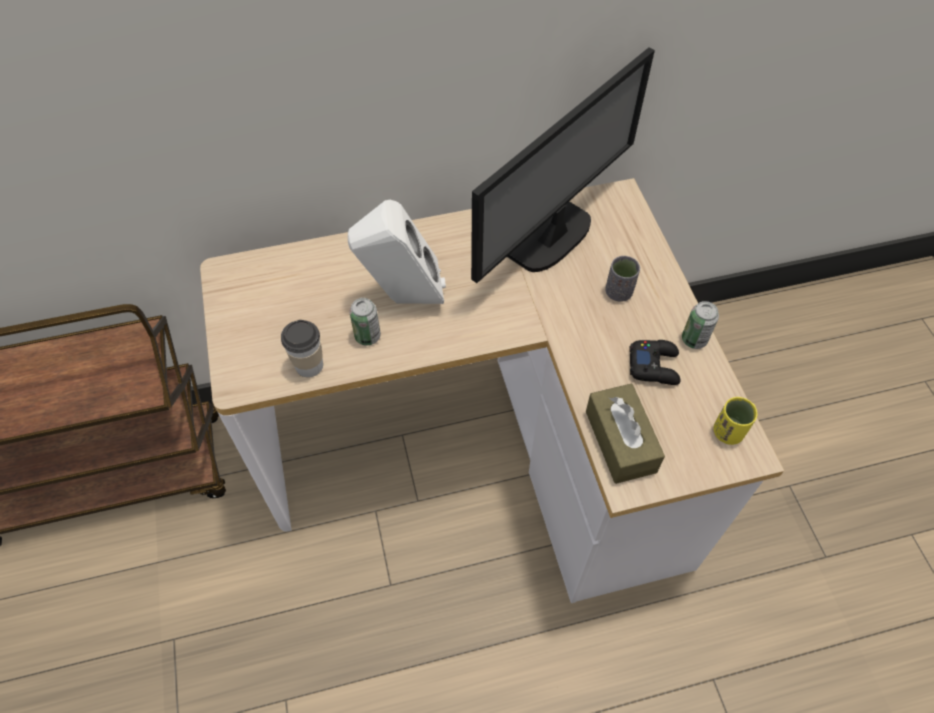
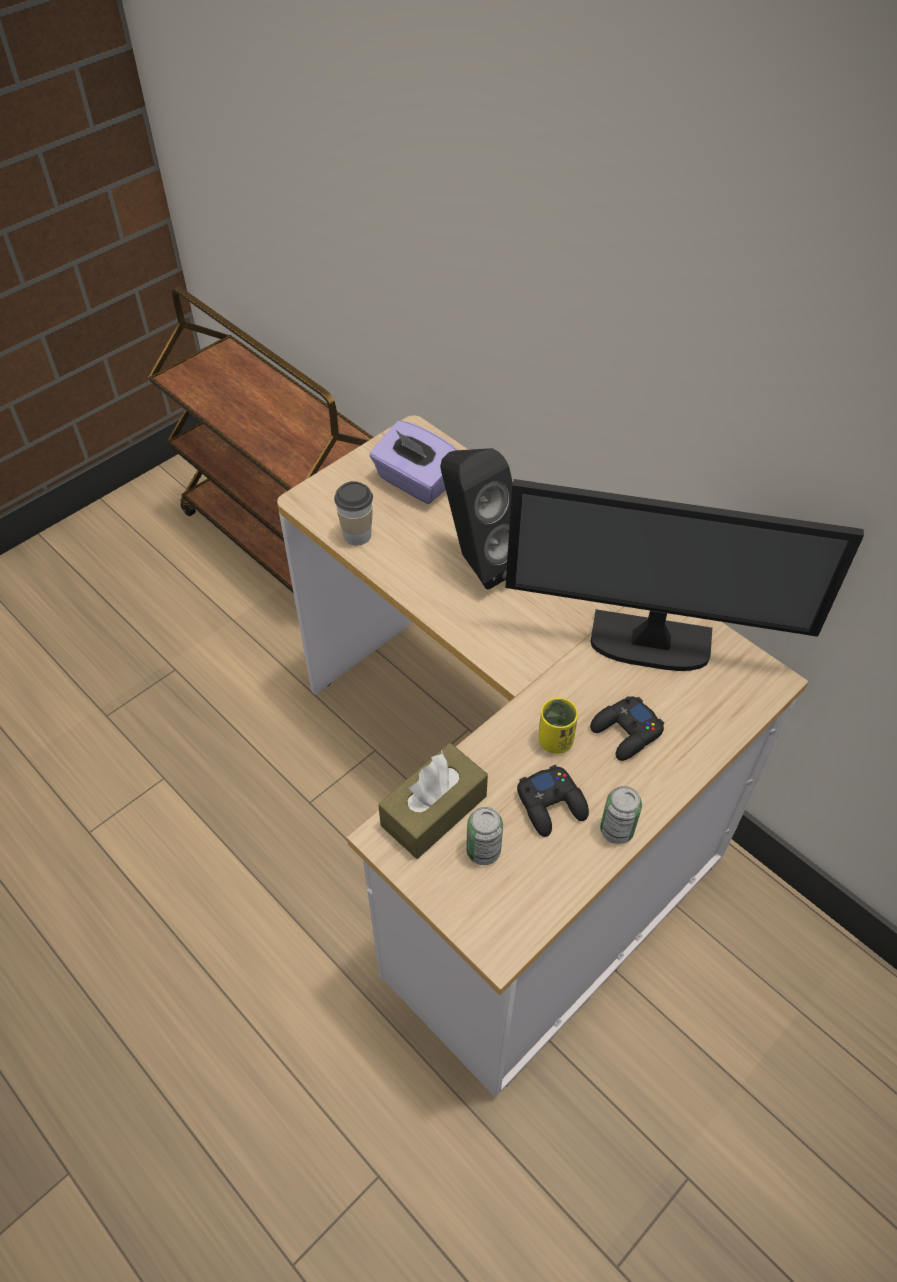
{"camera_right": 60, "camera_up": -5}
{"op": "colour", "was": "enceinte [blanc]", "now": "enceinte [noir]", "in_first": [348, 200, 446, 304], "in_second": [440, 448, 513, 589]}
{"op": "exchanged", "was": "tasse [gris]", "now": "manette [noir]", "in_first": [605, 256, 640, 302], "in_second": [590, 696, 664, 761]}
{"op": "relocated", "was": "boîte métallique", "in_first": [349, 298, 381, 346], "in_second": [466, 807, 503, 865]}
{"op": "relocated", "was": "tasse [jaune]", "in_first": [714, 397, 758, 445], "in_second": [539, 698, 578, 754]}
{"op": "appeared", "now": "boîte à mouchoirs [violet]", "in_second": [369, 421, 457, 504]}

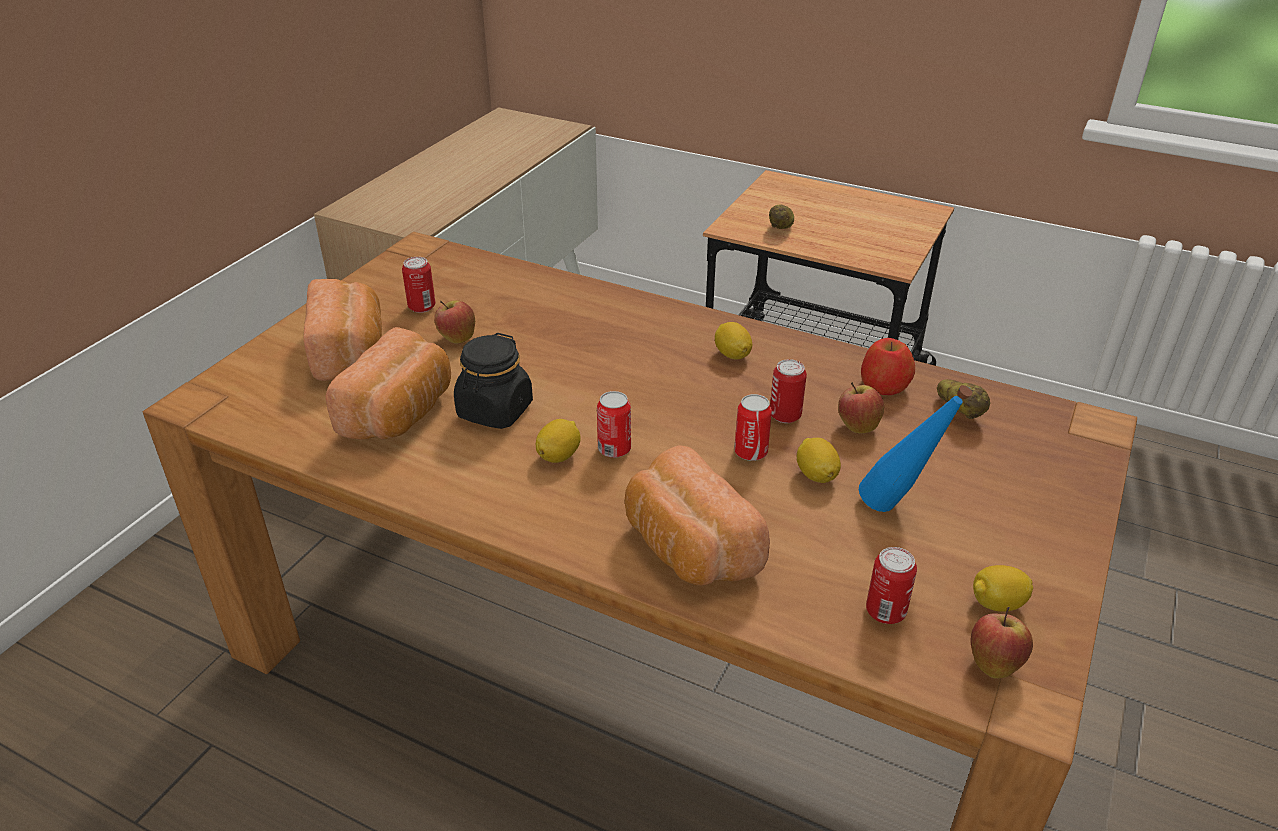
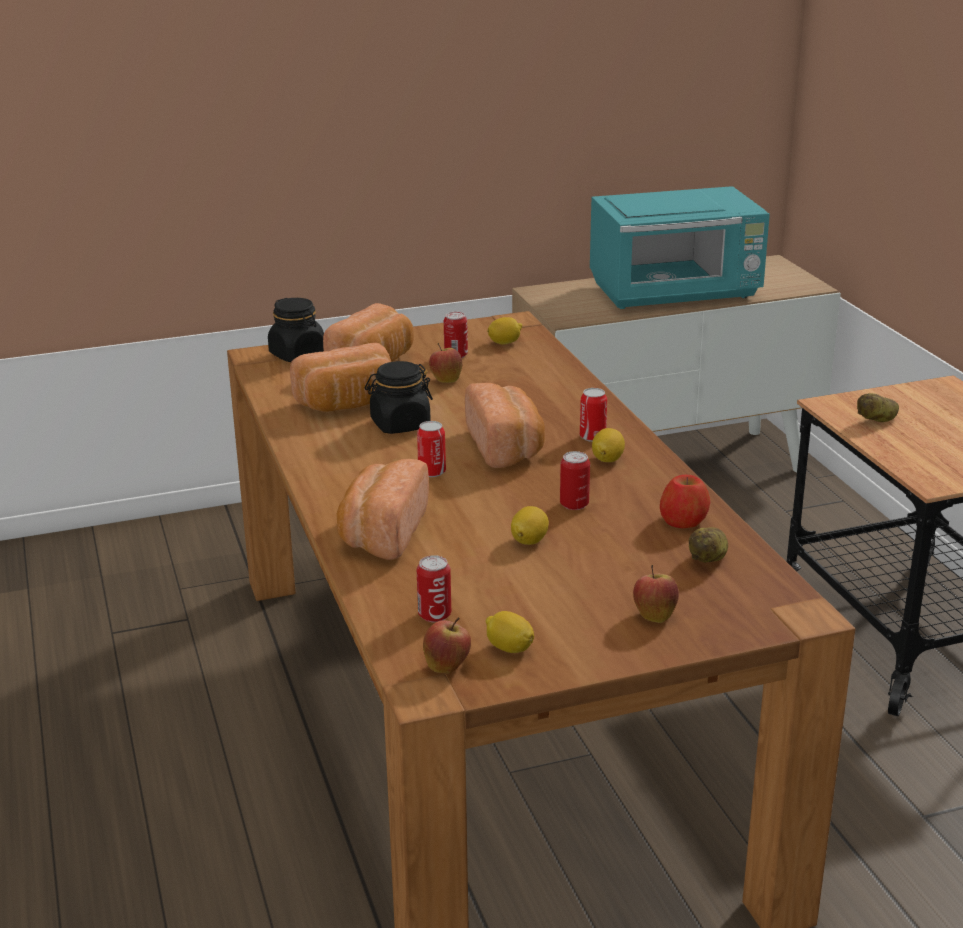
{"camera_right": 45, "camera_up": -10}
{"op": "relocated", "was": "pomme", "in_first": [838, 382, 884, 434], "in_second": [633, 565, 679, 623]}
{"op": "missing", "was": "bouteille [bleu]", "in_first": [859, 385, 972, 512]}
{"op": "relocated", "was": "boîte métallique", "in_first": [734, 394, 772, 461], "in_second": [580, 388, 607, 442]}
{"op": "relocated", "was": "citron", "in_first": [536, 419, 581, 463], "in_second": [487, 317, 522, 344]}
{"op": "appeared", "now": "micro-ondes [turquoise]", "in_second": [590, 186, 770, 309]}
{"op": "appeared", "now": "bocal [noir]", "in_second": [268, 298, 324, 362]}
{"op": "appeared", "now": "pain", "in_second": [465, 383, 545, 468]}

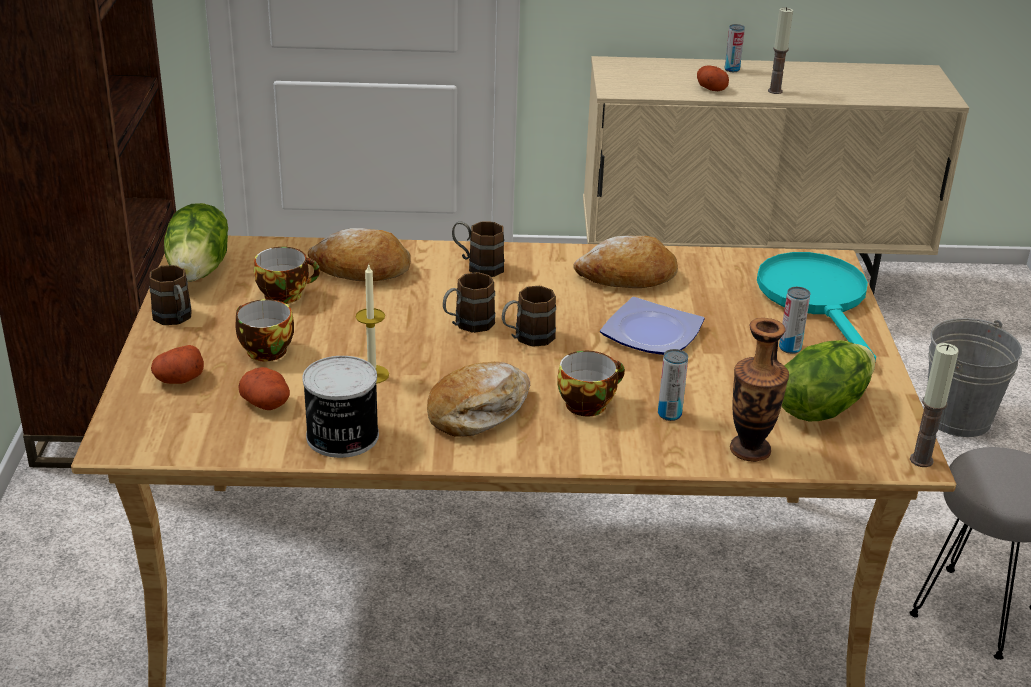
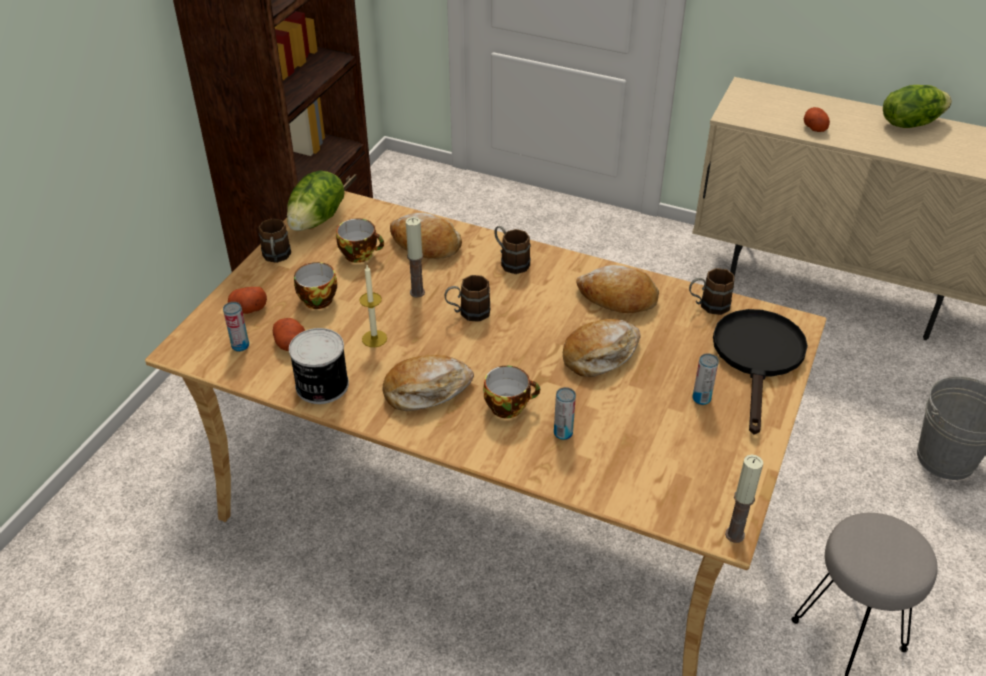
{"camera_right": 25, "camera_up": 10}
{"op": "relocated", "was": "bougie", "in_first": [768, 7, 793, 94], "in_second": [406, 217, 425, 297]}
{"op": "relocated", "was": "boîte métallique", "in_first": [725, 24, 745, 72], "in_second": [223, 302, 249, 352]}
{"op": "colour", "was": "poêle [turquoise]", "now": "poêle [noir]", "in_first": [757, 252, 876, 361], "in_second": [713, 309, 808, 435]}
{"op": "relocated", "was": "mug [marron]", "in_first": [502, 286, 556, 347], "in_second": [689, 268, 735, 315]}
{"op": "exchanged", "was": "assiette", "now": "pain", "in_first": [600, 297, 704, 355], "in_second": [563, 319, 641, 377]}
{"op": "missing", "was": "vase", "in_first": [730, 318, 789, 462]}
{"op": "relocated", "was": "laitue", "in_first": [781, 340, 875, 421], "in_second": [883, 85, 952, 128]}

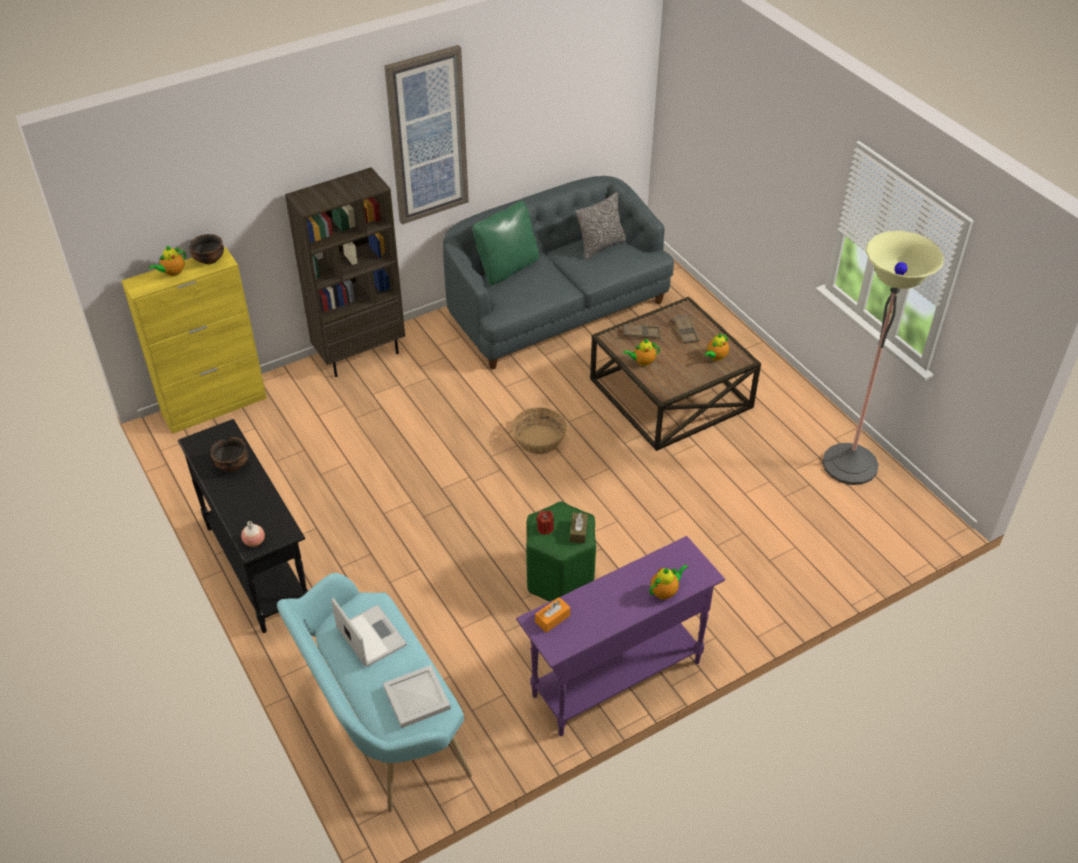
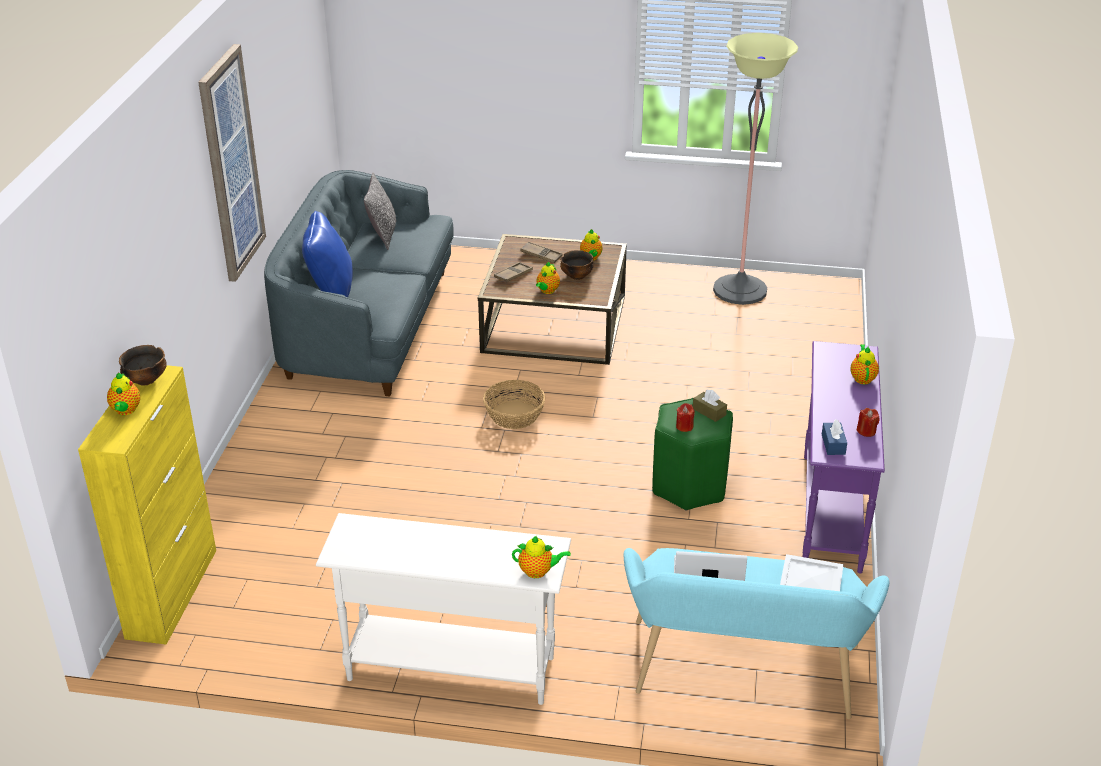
{"camera_right": -50, "camera_up": -10}
{"op": "missing", "was": "bibliothèque [marron]", "in_first": [285, 167, 405, 377]}
{"op": "colour", "was": "coussin [vert]", "now": "coussin [bleu]", "in_first": [473, 201, 539, 286], "in_second": [302, 211, 353, 297]}
{"op": "colour", "was": "table console [noir]", "now": "table console [blanc]", "in_first": [178, 419, 308, 633], "in_second": [316, 513, 571, 705]}
{"op": "relocated", "was": "bol", "in_first": [210, 437, 249, 471], "in_second": [560, 250, 594, 280]}
{"op": "exchanged", "was": "vase", "now": "théière", "in_first": [241, 521, 265, 547], "in_second": [512, 536, 571, 578]}
{"op": "colour", "was": "boîte à mouchoirs [orange]", "now": "boîte à mouchoirs [bleu]", "in_first": [535, 597, 570, 633], "in_second": [822, 420, 847, 455]}
{"op": "appeared", "now": "bougie [rouge]", "in_second": [857, 408, 880, 437]}

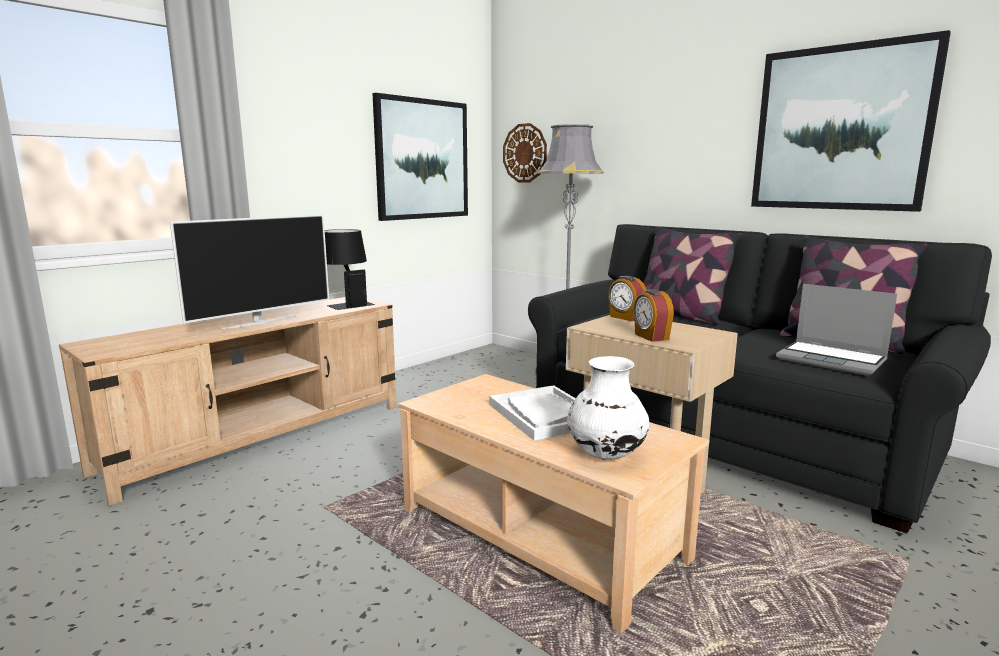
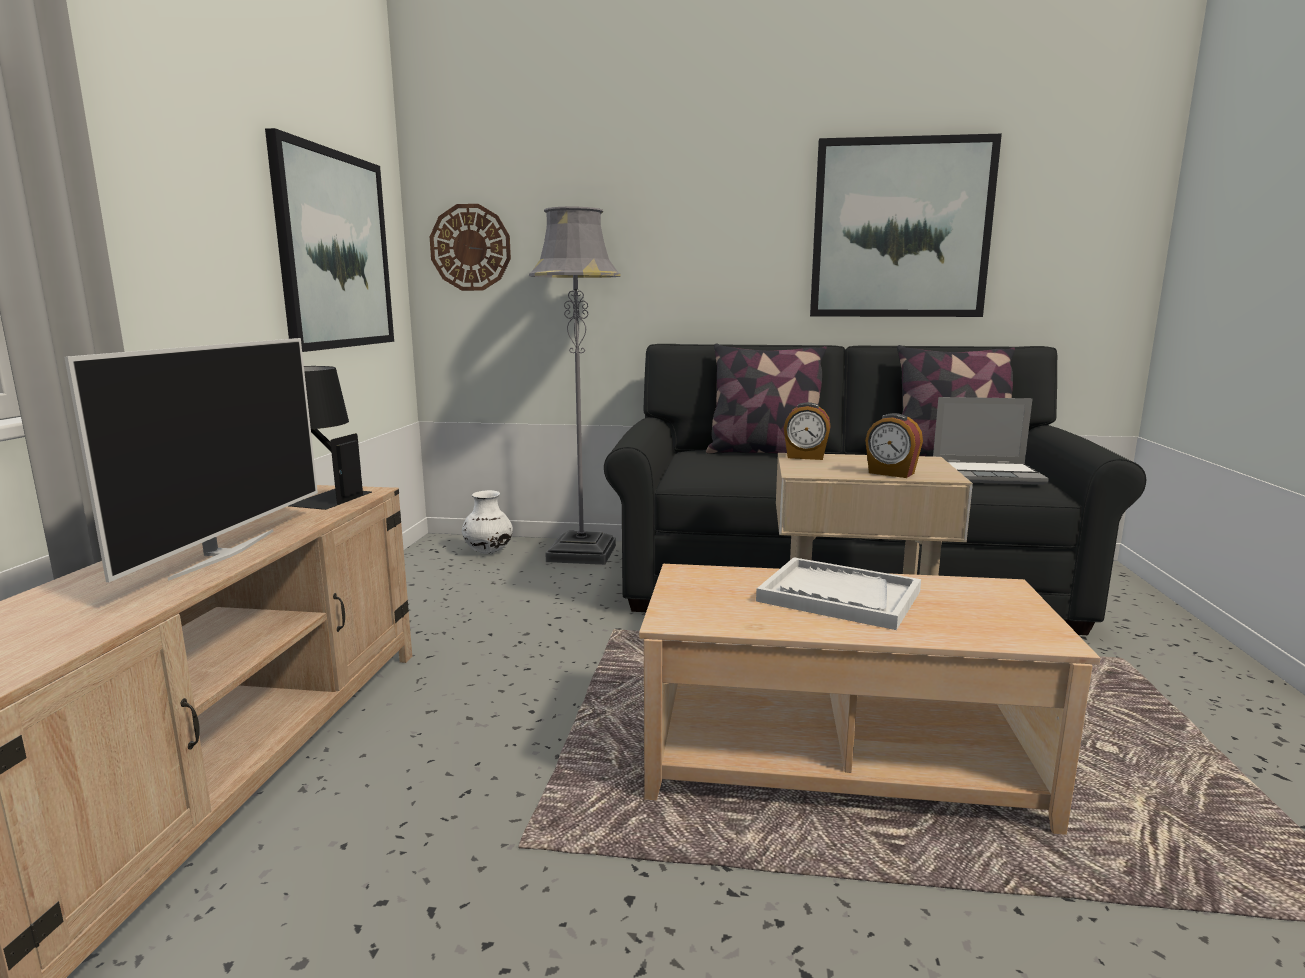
{"camera_right": -35, "camera_up": 0}
{"op": "relocated", "was": "vase [blanc]", "in_first": [567, 356, 649, 460], "in_second": [462, 490, 513, 554]}

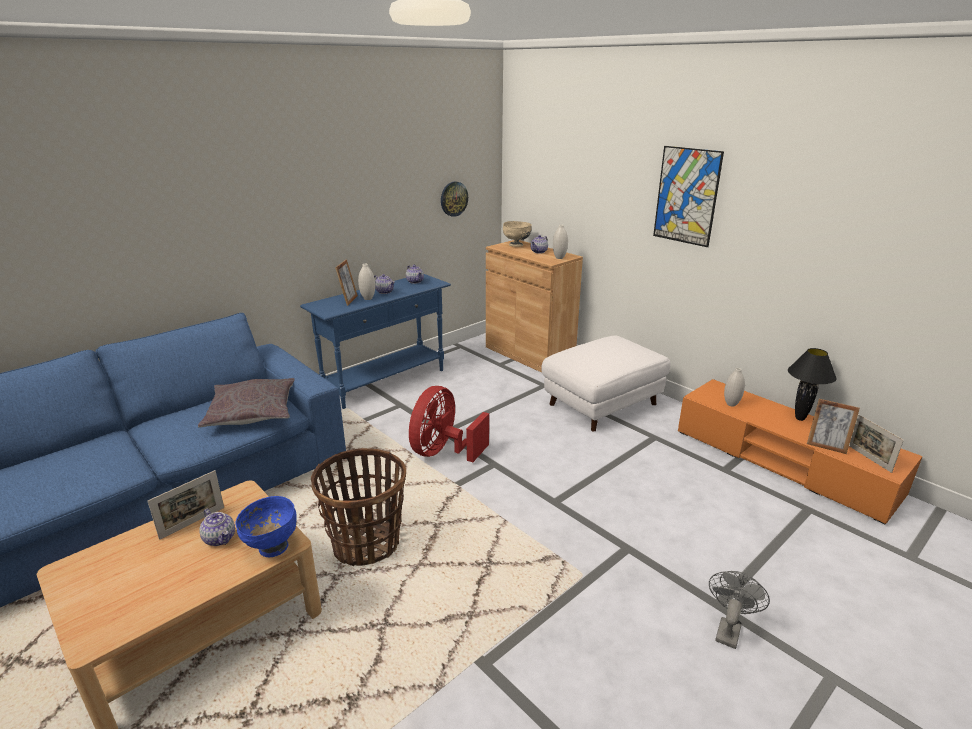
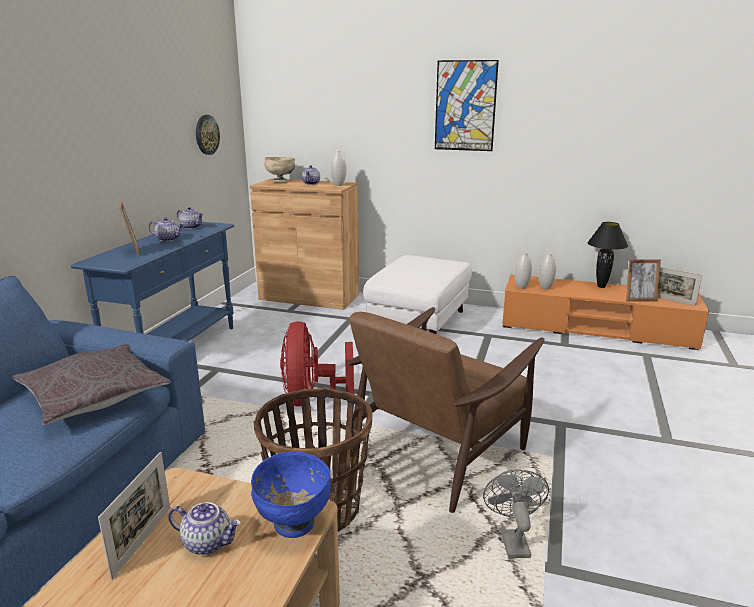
{"camera_right": -30, "camera_up": -5}
{"op": "relocated", "was": "vase [blanc]", "in_first": [358, 264, 375, 300], "in_second": [514, 252, 532, 289]}
{"op": "relocated", "was": "ventilateur [gris]", "in_first": [709, 571, 770, 649], "in_second": [483, 469, 549, 558]}
{"op": "appeared", "now": "fauteuil [marron]", "in_second": [347, 307, 545, 513]}

